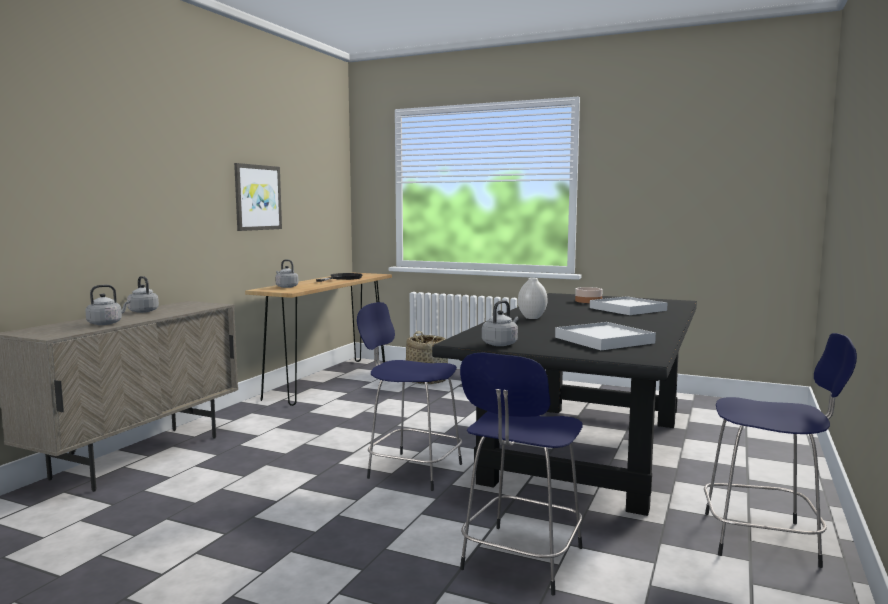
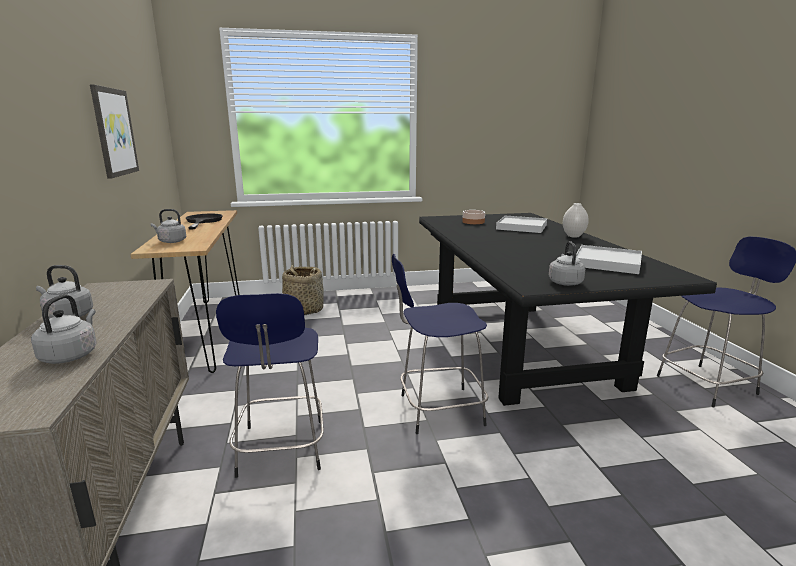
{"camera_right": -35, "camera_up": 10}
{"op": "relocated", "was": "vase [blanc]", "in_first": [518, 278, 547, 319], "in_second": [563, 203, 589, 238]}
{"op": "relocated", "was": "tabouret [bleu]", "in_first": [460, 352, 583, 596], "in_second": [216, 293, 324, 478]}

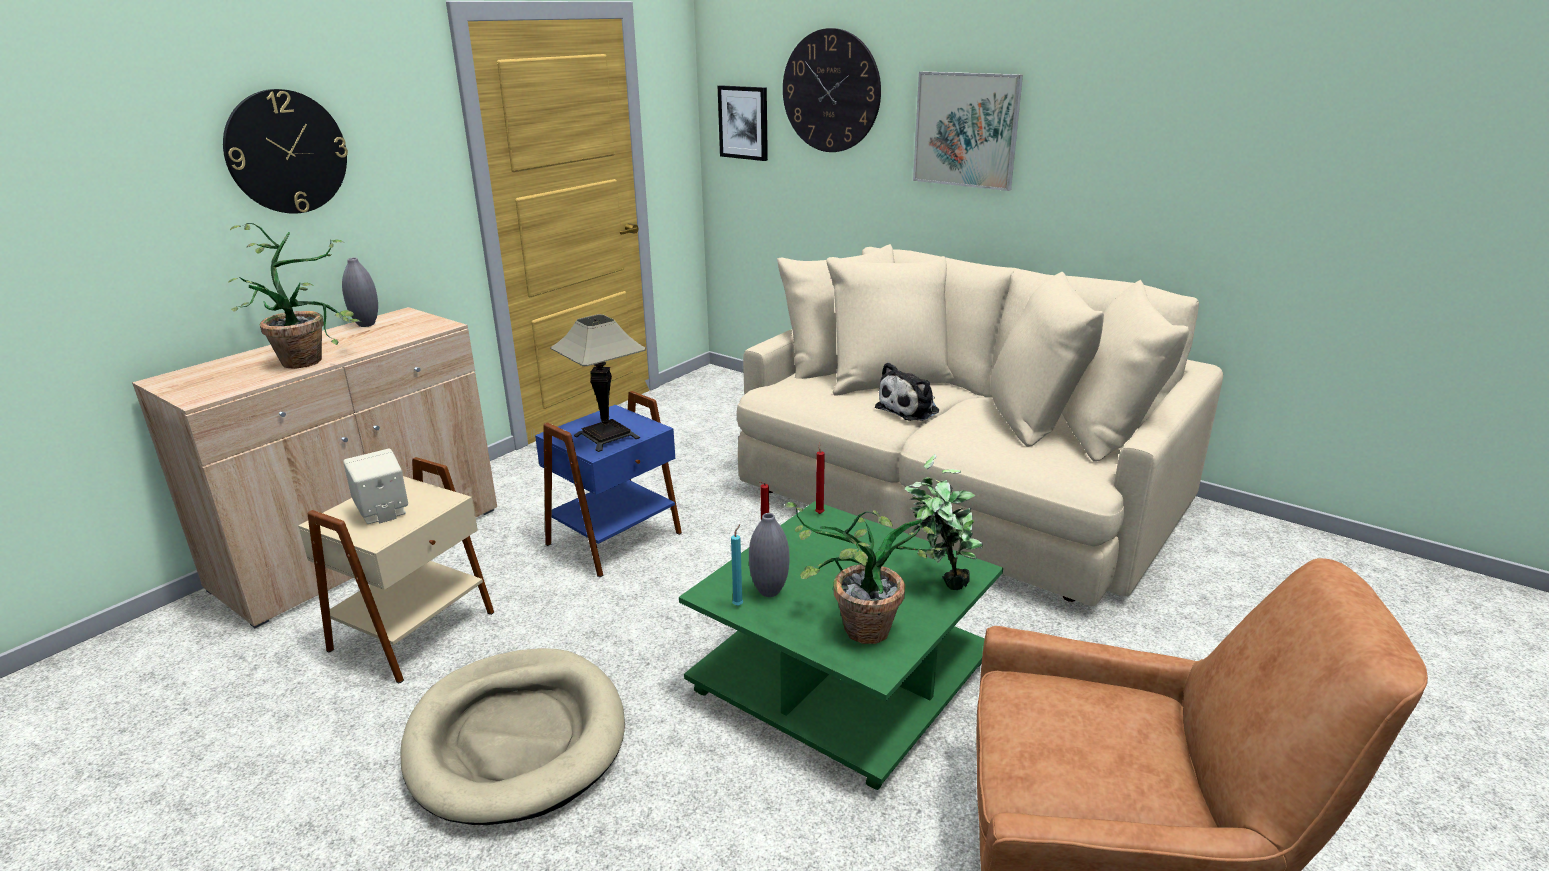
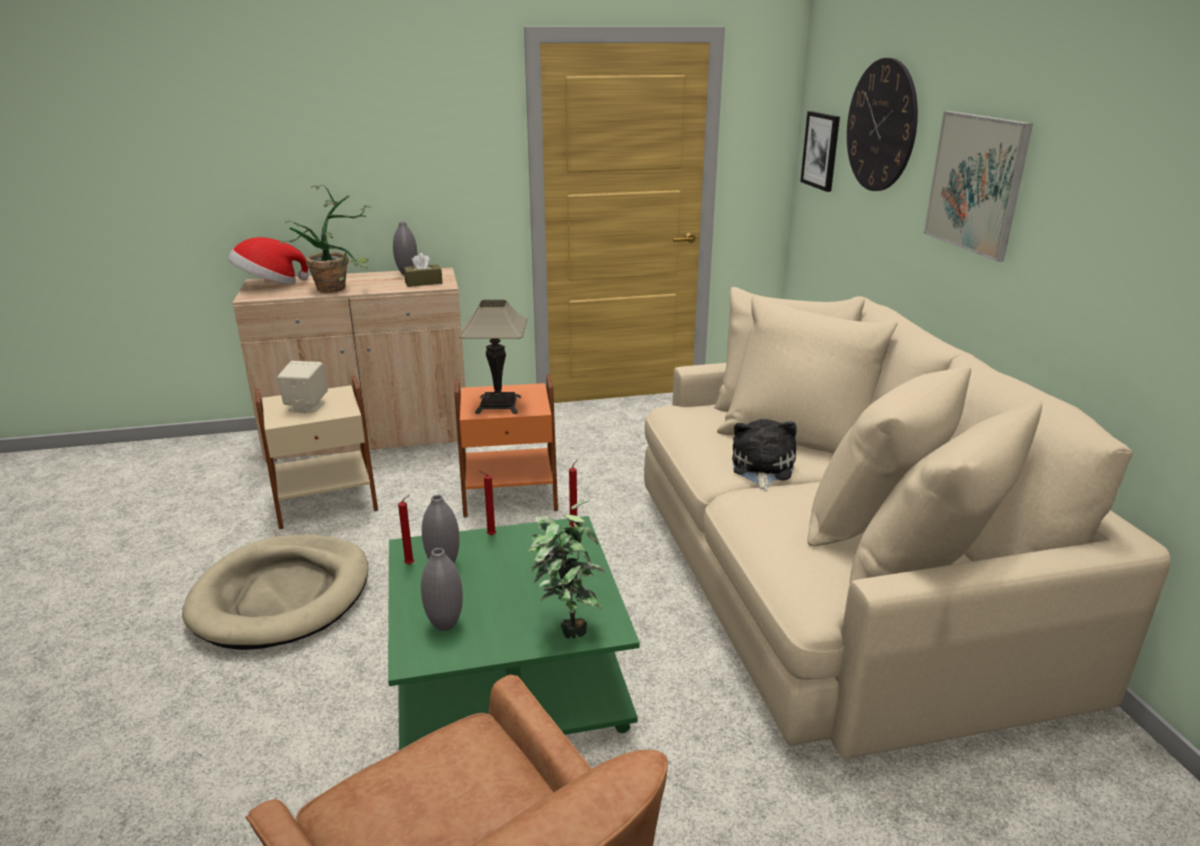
{"camera_right": 40, "camera_up": 0}
{"op": "missing", "was": "horloge murale", "in_first": [223, 89, 348, 214]}
{"op": "spun", "was": "peluche", "in_first": [875, 362, 939, 421], "in_second": [732, 419, 797, 491], "clockwise": 105}
{"op": "colour", "was": "table d'appoint [bleu]", "now": "table d'appoint [orange]", "in_first": [535, 391, 682, 577], "in_second": [454, 374, 558, 517]}
{"op": "exchanged", "was": "plante en pot", "now": "vase [gris]", "in_first": [784, 502, 942, 644], "in_second": [421, 548, 463, 631]}
{"op": "colour", "was": "bougie [turquoise]", "now": "bougie [rouge]", "in_first": [731, 525, 743, 606], "in_second": [398, 495, 414, 565]}
{"op": "appeared", "now": "chapeau", "in_second": [228, 237, 309, 285]}
{"op": "appeared", "now": "boîte à mouchoirs [marron]", "in_second": [404, 253, 442, 287]}

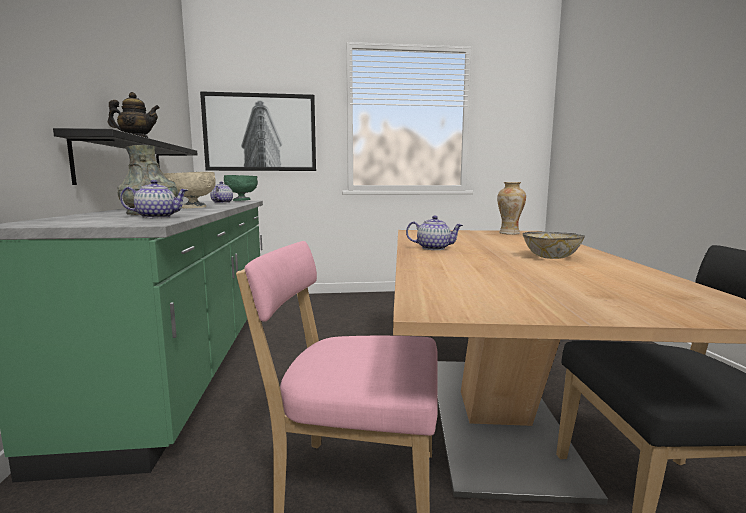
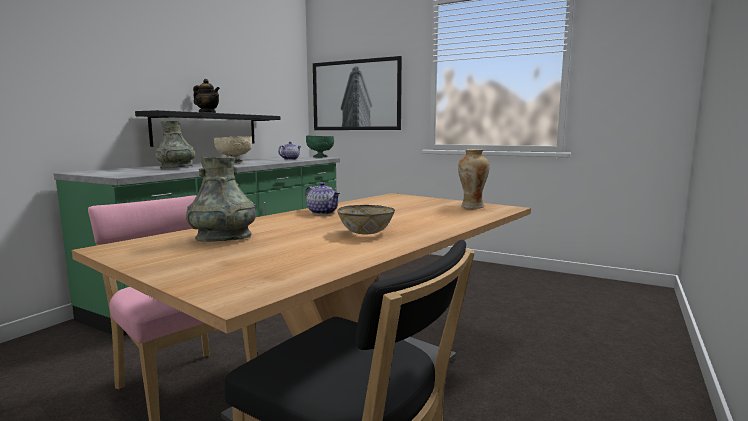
{"camera_right": 35, "camera_up": 0}
{"op": "missing", "was": "théière", "in_first": [120, 180, 188, 218]}
{"op": "appeared", "now": "vase [gris]", "in_second": [186, 157, 256, 242]}

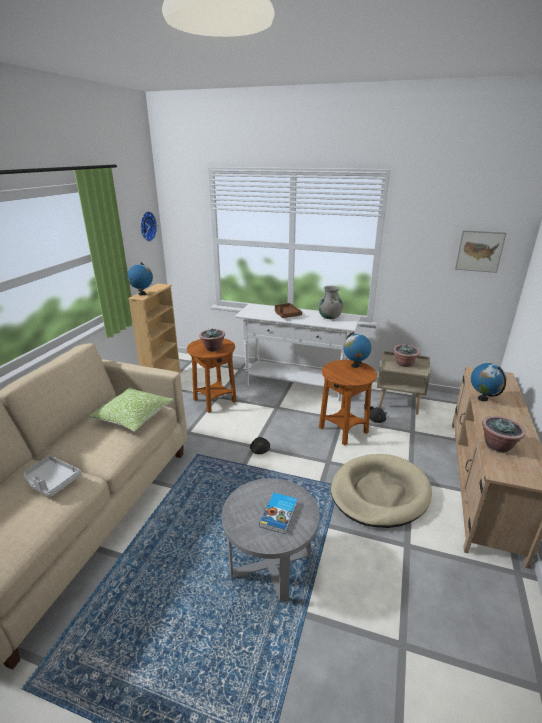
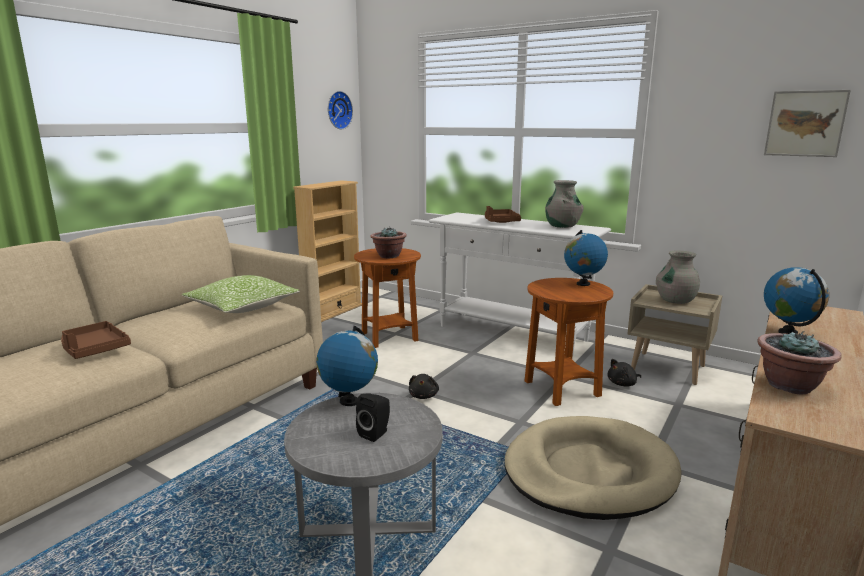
{"camera_right": 15, "camera_up": -10}
{"op": "relocated", "was": "globe", "in_first": [127, 262, 153, 295], "in_second": [316, 326, 378, 406]}
{"op": "exchanged", "was": "plante en pot", "now": "vase [gris]", "in_first": [393, 344, 420, 367], "in_second": [656, 251, 700, 304]}
{"op": "colour", "was": "plateau [gris]", "now": "plateau [marron]", "in_first": [24, 455, 81, 497], "in_second": [61, 321, 131, 359]}
{"op": "exchanged", "was": "livre", "now": "enceinte [noir]", "in_first": [259, 493, 297, 534], "in_second": [356, 393, 390, 442]}

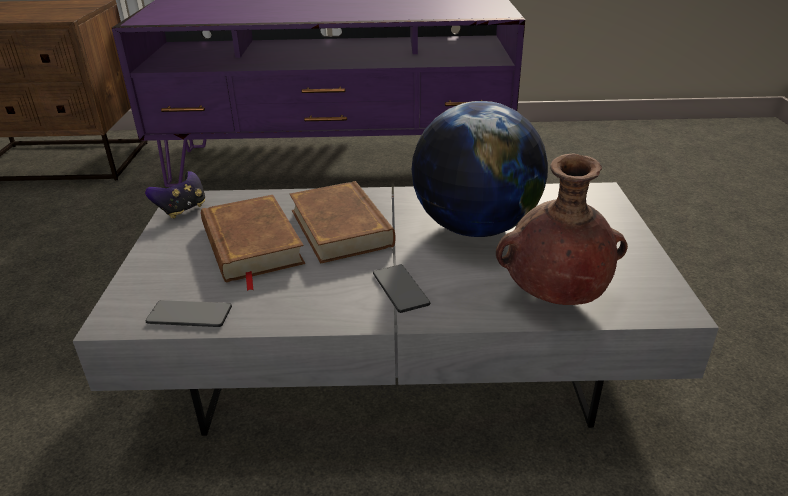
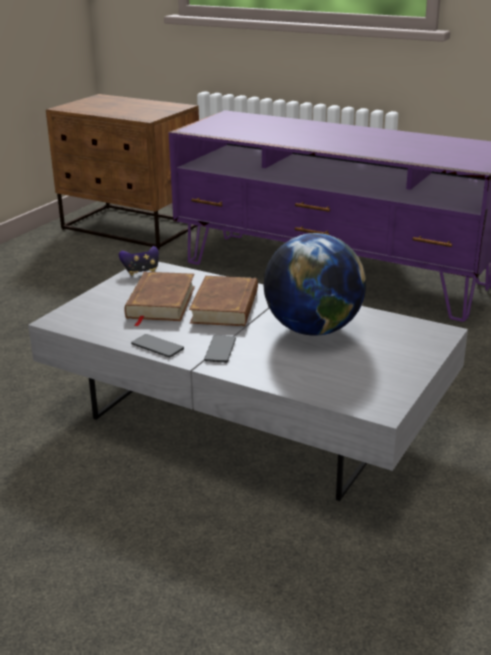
{"camera_right": 30, "camera_up": -5}
{"op": "missing", "was": "vase [marron]", "in_first": [496, 154, 628, 305]}
{"op": "relocated", "was": "téléphone", "in_first": [146, 300, 232, 327], "in_second": [131, 334, 184, 358]}

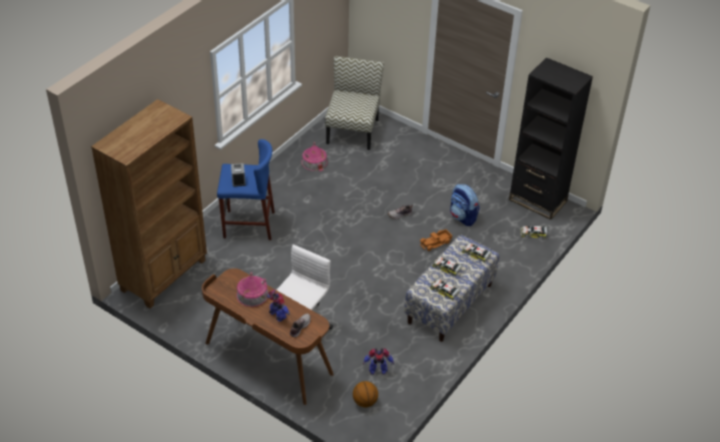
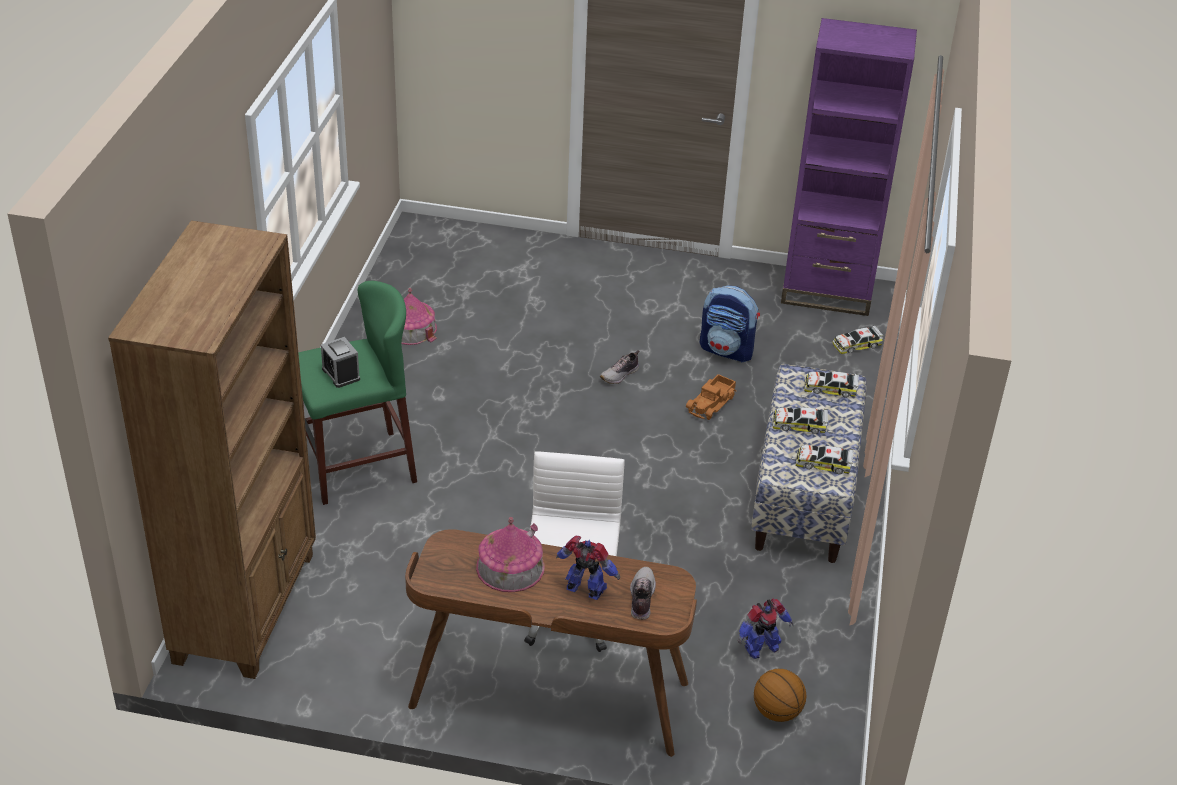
{"camera_right": -25, "camera_up": -5}
{"op": "missing", "was": "chaise", "in_first": [325, 56, 384, 150]}
{"op": "colour", "was": "bibliothèque [noir]", "now": "bibliothèque [violet]", "in_first": [509, 57, 593, 220], "in_second": [781, 18, 917, 316]}
{"op": "colour", "was": "tabouret [bleu]", "now": "tabouret [vert]", "in_first": [217, 139, 275, 240], "in_second": [298, 281, 417, 505]}

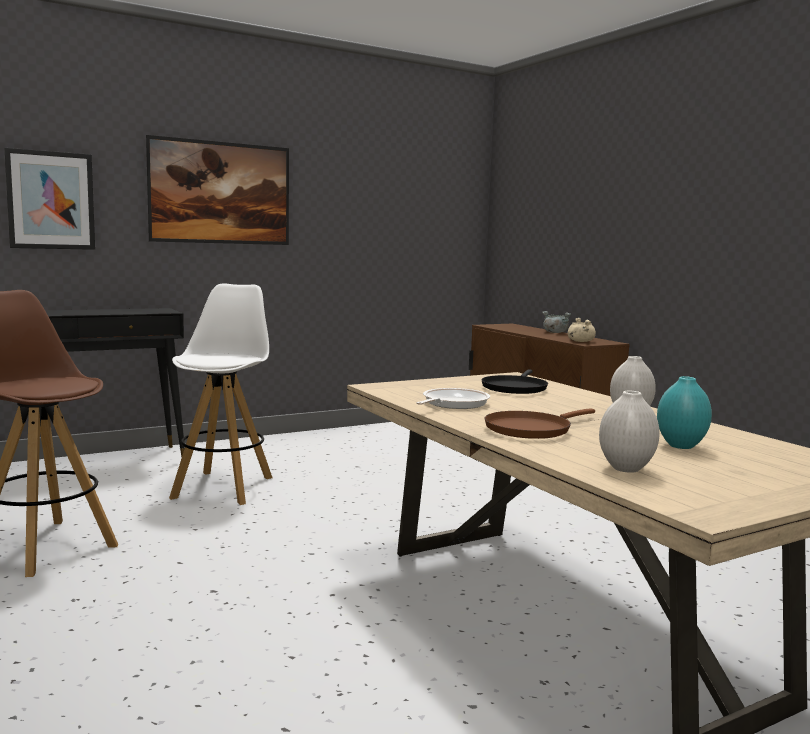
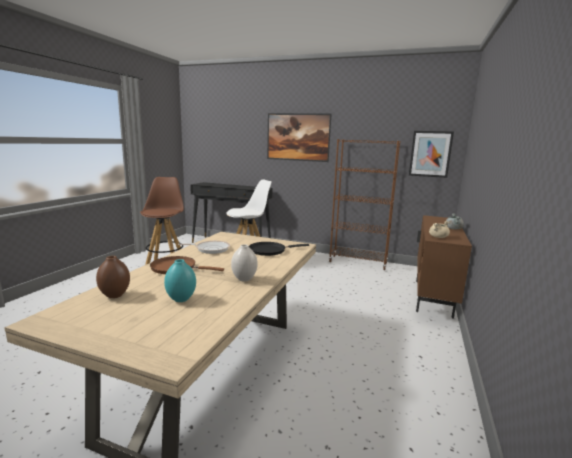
{"camera_right": 50, "camera_up": 5}
{"op": "relocated", "was": "tableau", "in_first": [4, 148, 95, 250], "in_second": [409, 131, 454, 178]}
{"op": "colour", "was": "vase [blanc]", "now": "vase [marron]", "in_first": [599, 391, 660, 473], "in_second": [96, 256, 130, 298]}
{"op": "appeared", "now": "bibliothèque [marron]", "in_second": [329, 139, 400, 270]}

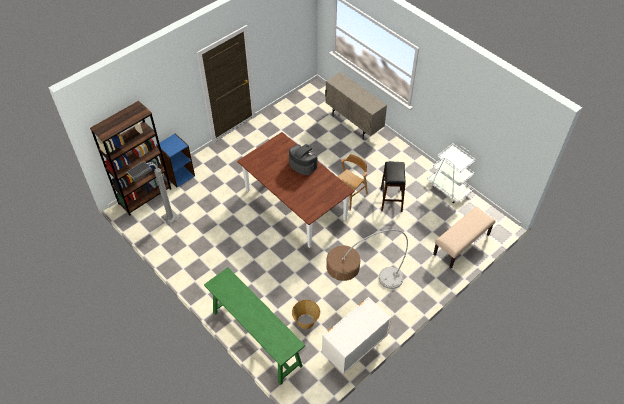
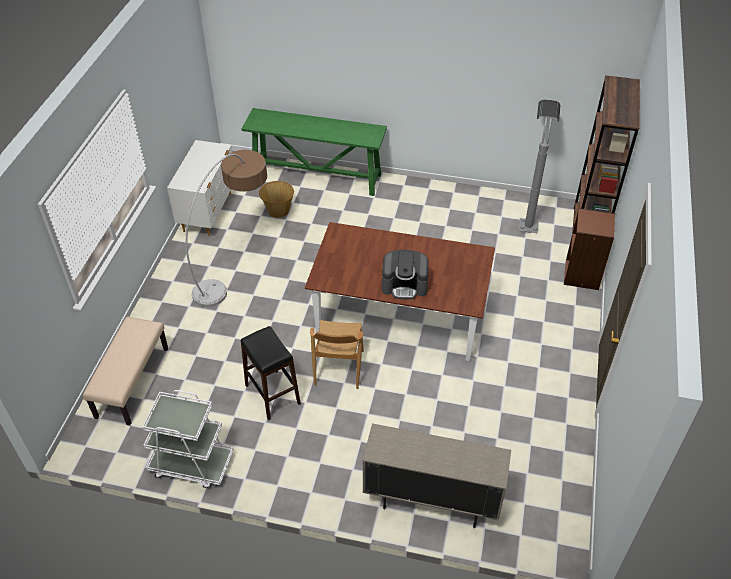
{"camera_right": 145, "camera_up": -5}
{"op": "colour", "was": "bibliothèque [bleu]", "now": "bibliothèque [marron]", "in_first": [156, 133, 195, 187], "in_second": [564, 208, 615, 290]}

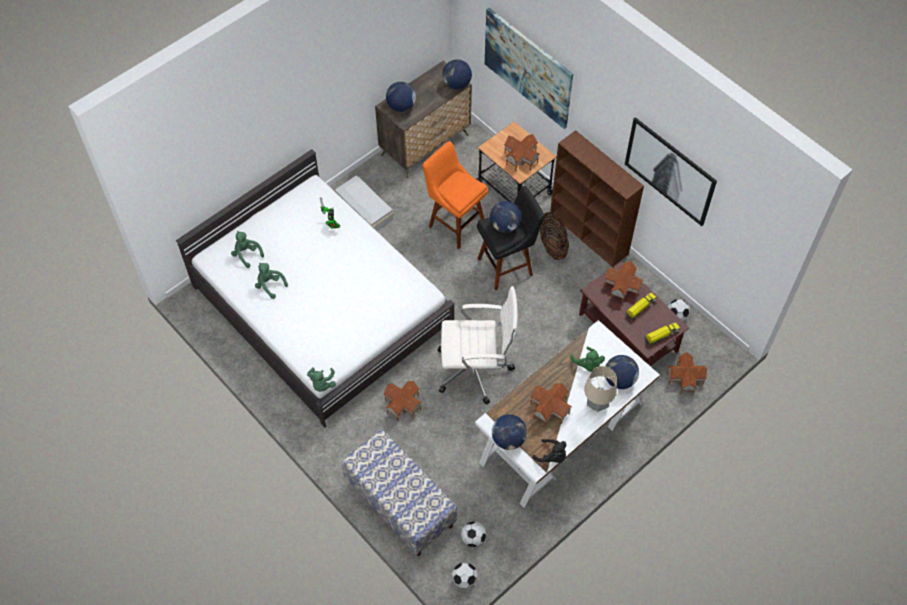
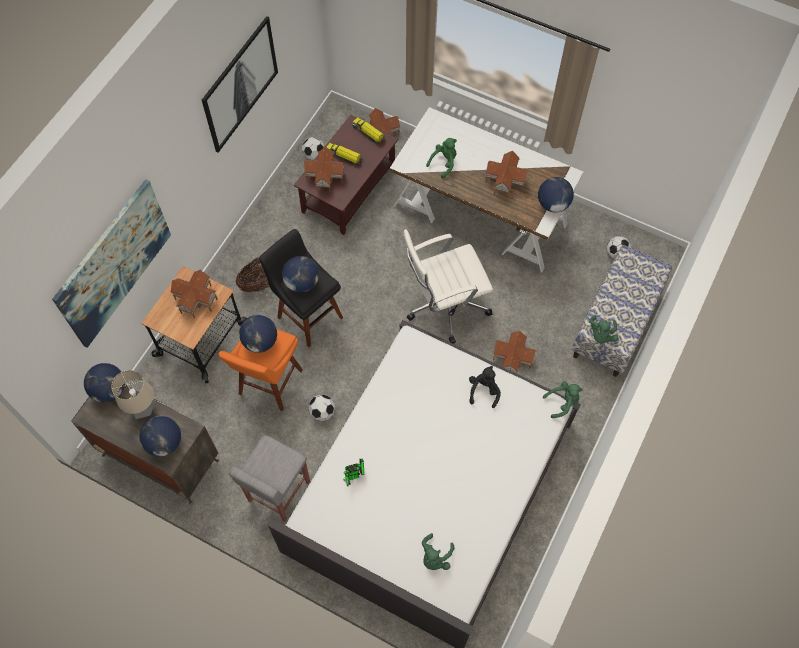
{"camera_right": -110, "camera_up": 5}
{"op": "missing", "was": "bibliothèque [marron]", "in_first": [550, 130, 644, 267]}
{"op": "exchanged", "was": "boîte de rangement [blanc]", "now": "tabouret [gris]", "in_first": [335, 175, 394, 231], "in_second": [229, 435, 310, 522]}
{"op": "relocated", "was": "peluche [vert]", "in_first": [255, 263, 288, 299], "in_second": [589, 315, 618, 343]}
{"op": "spun", "was": "chaise de bureau [blanc]", "in_first": [437, 286, 518, 405], "in_second": [403, 229, 493, 344], "clockwise": -90}
{"op": "relocated", "was": "globe", "in_first": [605, 355, 639, 389], "in_second": [239, 315, 277, 353]}
{"op": "relocated", "was": "lampe de table", "in_first": [584, 366, 617, 412], "in_second": [111, 370, 156, 419]}
{"op": "relocated", "was": "peluche [noir]", "in_first": [532, 439, 566, 463], "in_second": [469, 366, 501, 408]}
{"op": "relocated", "was": "ballon de foot", "in_first": [452, 563, 478, 588], "in_second": [309, 394, 335, 421]}

